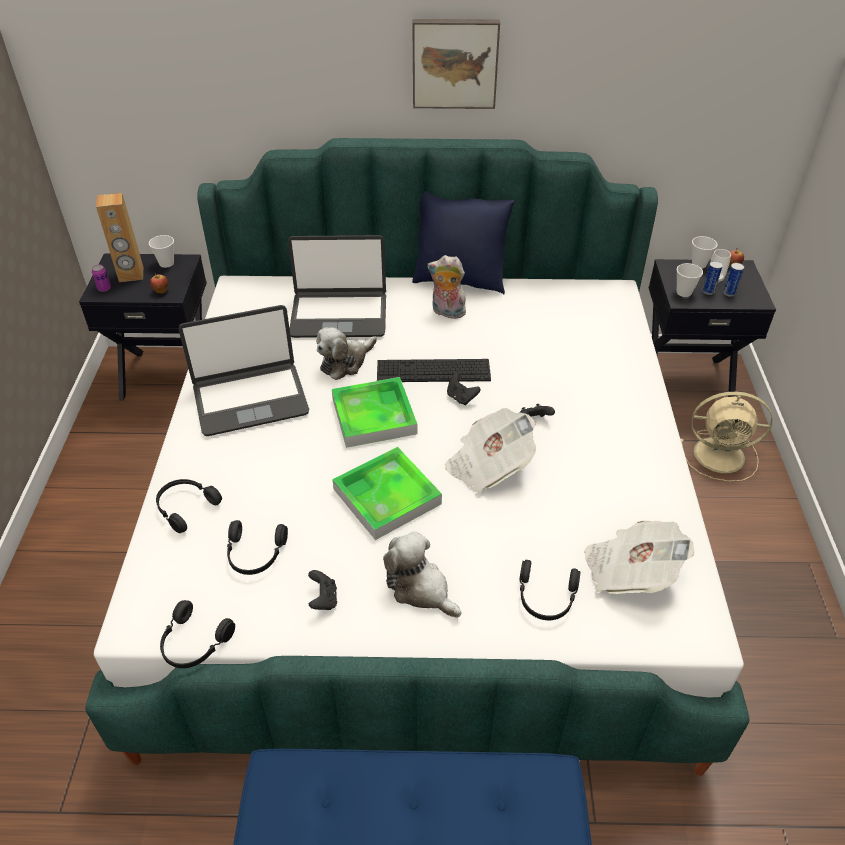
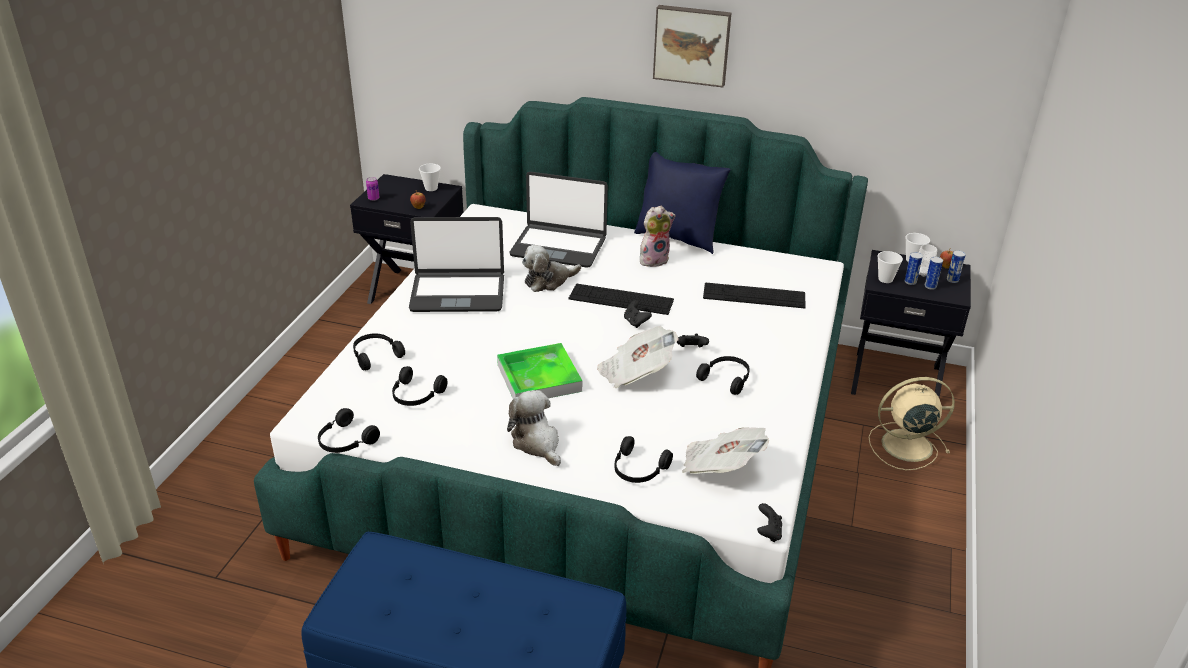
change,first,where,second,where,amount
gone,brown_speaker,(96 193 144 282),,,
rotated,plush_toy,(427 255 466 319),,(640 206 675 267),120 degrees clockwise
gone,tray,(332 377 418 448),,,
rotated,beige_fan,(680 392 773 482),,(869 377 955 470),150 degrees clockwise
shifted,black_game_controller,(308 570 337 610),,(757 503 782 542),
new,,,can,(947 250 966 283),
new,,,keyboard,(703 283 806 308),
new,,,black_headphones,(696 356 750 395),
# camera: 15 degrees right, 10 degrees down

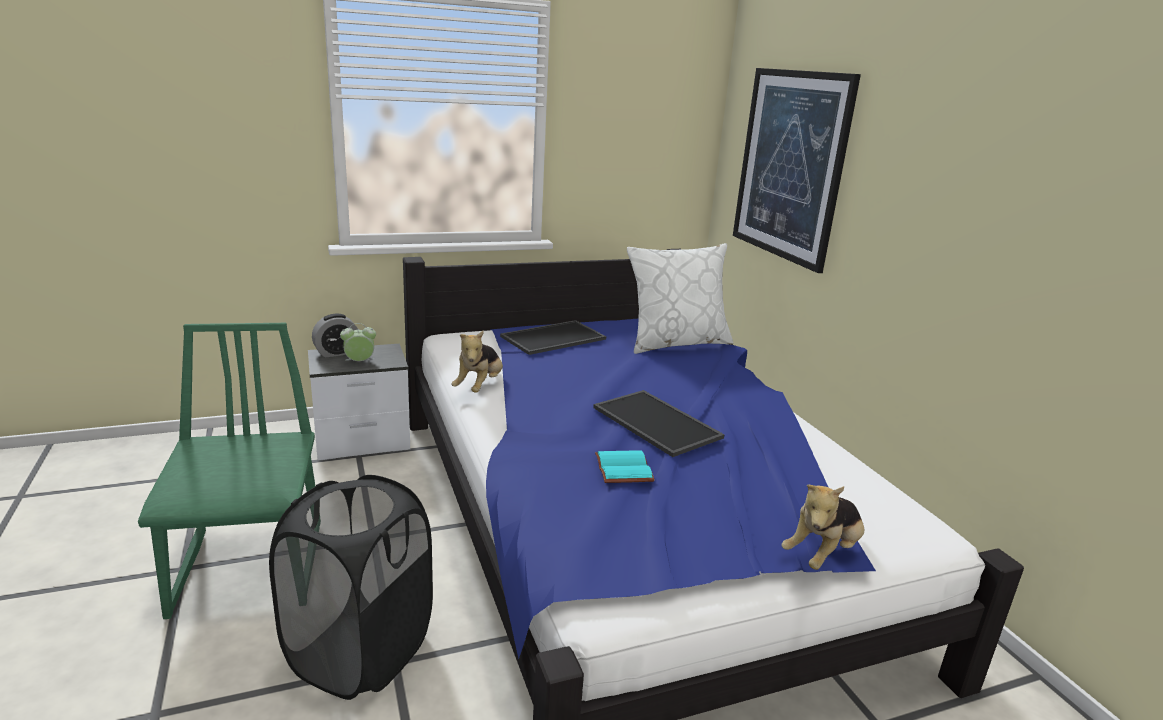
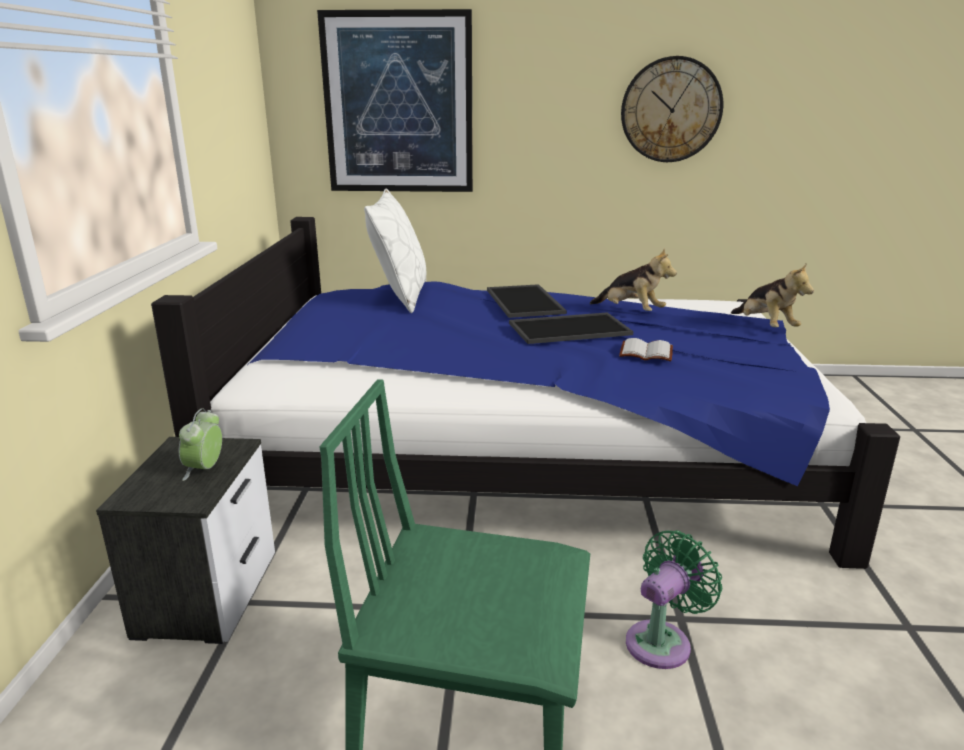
change,first,where,second,where,amount
gone,alarm_clock,(312 314 358 358),,,
shifted,tray,(500 320 606 355),,(487 284 567 318),
shifted,plush_toy,(451 331 503 393),,(590 248 677 311),
repainted,turquoise_book,(595 450 655 483),white_book,(619 338 673 361),
swapped,black_laundry_basket,(269 475 433 700),green_fan,(626 530 722 669),
new,,,wall_clock,(621 56 723 162),
# camera: 65 degrees left, 0 degrees up

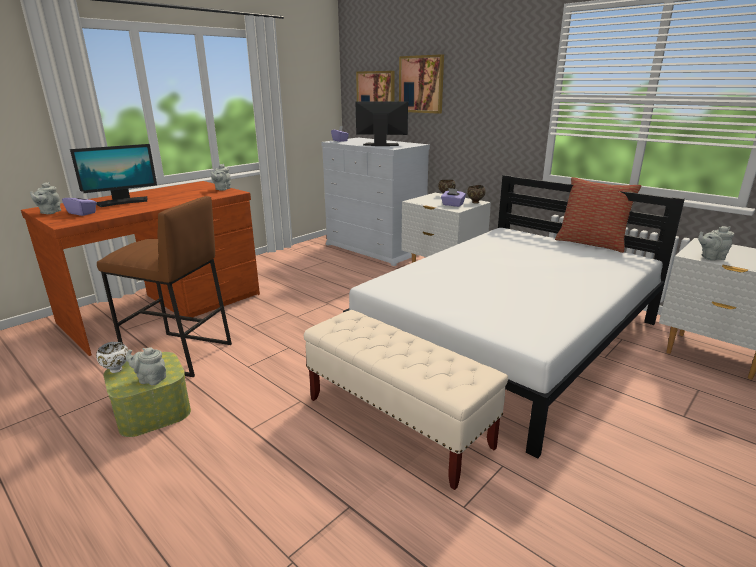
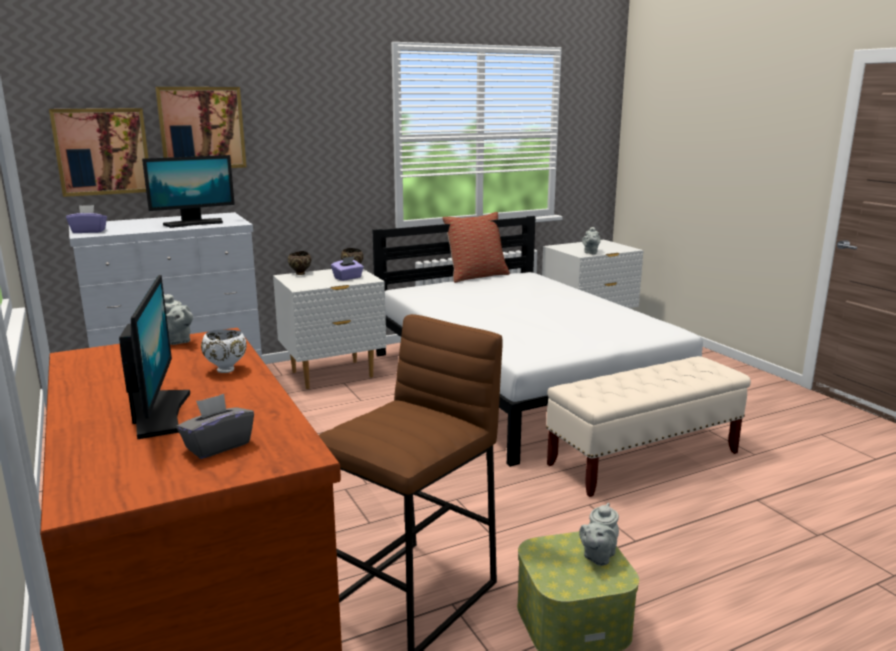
change,first,where,second,where,amount
rotated,monitor,(355 101 408 146),,(142 155 235 228),150 degrees counterclockwise
gone,grey_teapot,(30 182 61 214),,,
repainted,purple_tissue_box,(62 191 97 216),grey_tissue_box,(177 394 254 459),
shifted,white_bowl,(96 342 128 373),,(201 330 247 373),
# camera: 70 degrees left, 5 degrees down

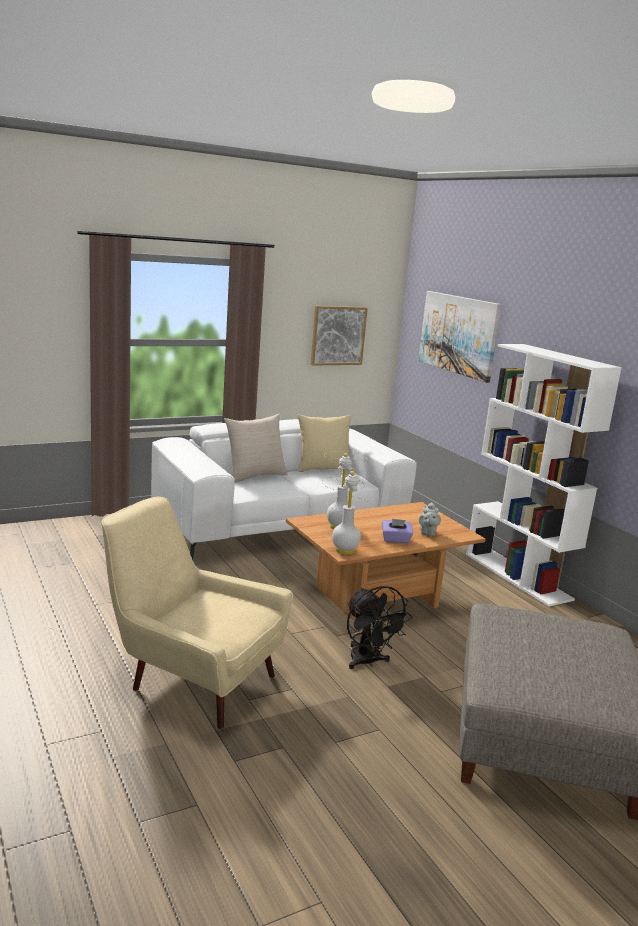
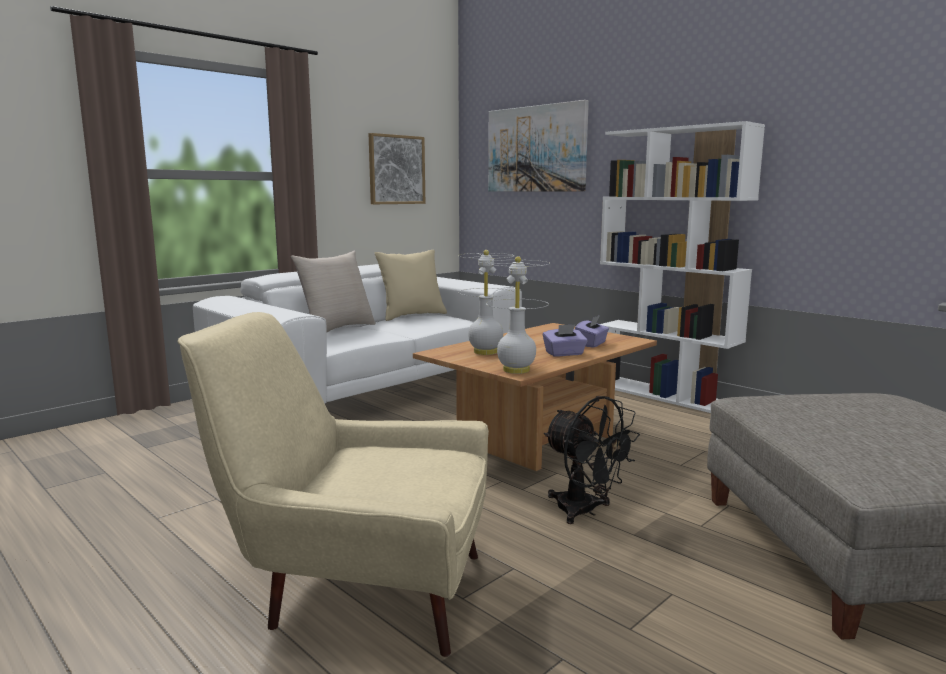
change,first,where,second,where,amount
swapped,grey_teapot,(419 502 441 537),purple_tissue_box,(575 315 609 348),
# camera: 15 degrees left, 5 degrees down

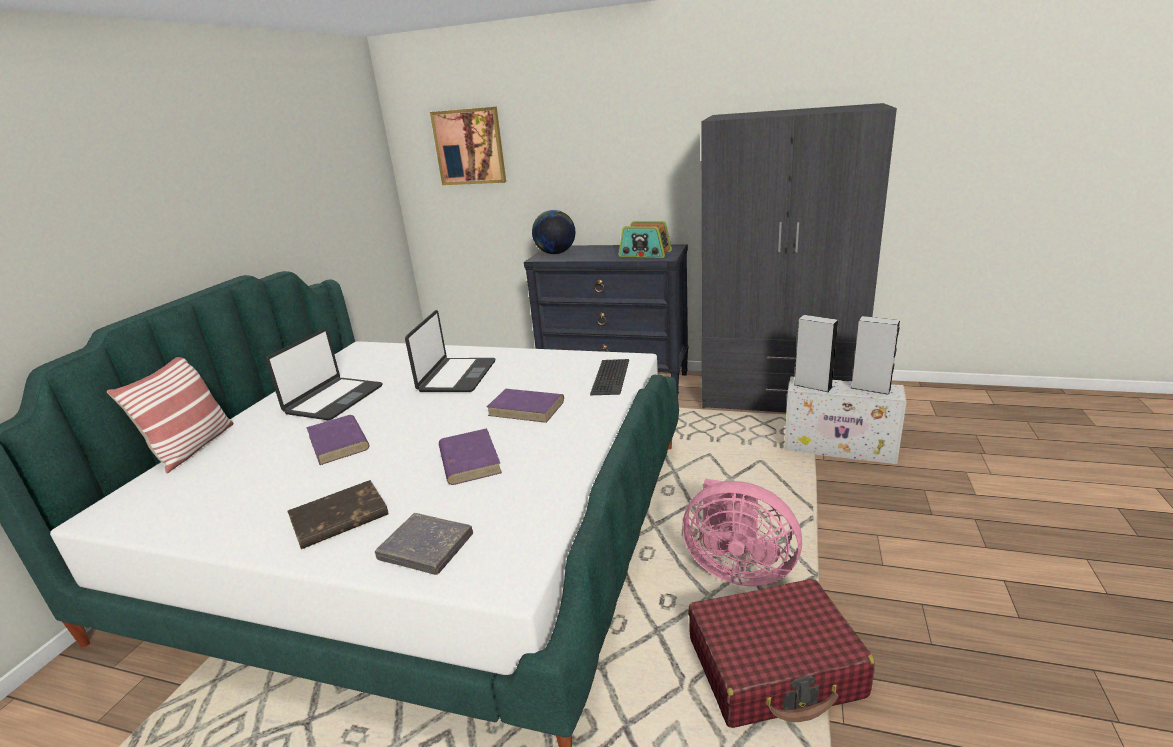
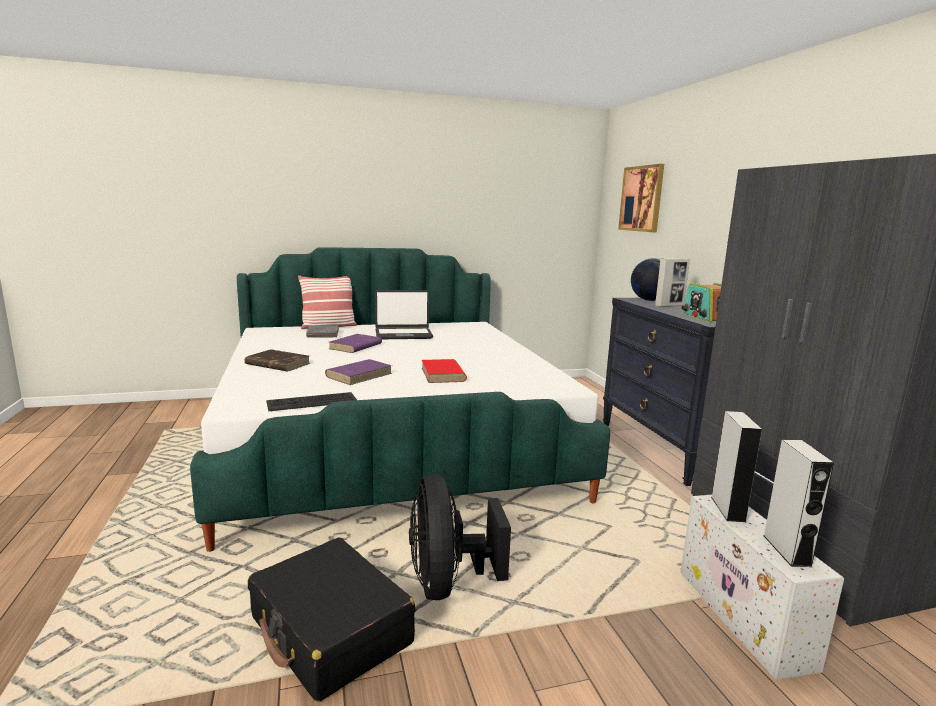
change,first,where,second,where,amount
gone,laptop,(405 310 496 392),,,
shifted,keyboard,(590 359 629 395),,(266 392 357 412),
repainted,purple_book,(487 389 564 423),red_book,(422 359 467 383),
repainted,pink_fan,(683 478 802 586),black_fan,(409 475 511 600),
shifted,grey_book,(375 513 473 575),,(306 325 339 338),
repainted,red_suitcase,(688 579 875 728),black_suitcase,(248 537 415 702),
new,,,picture_frame,(655 258 690 307),
# camera: 55 degrees right, 10 degrees down

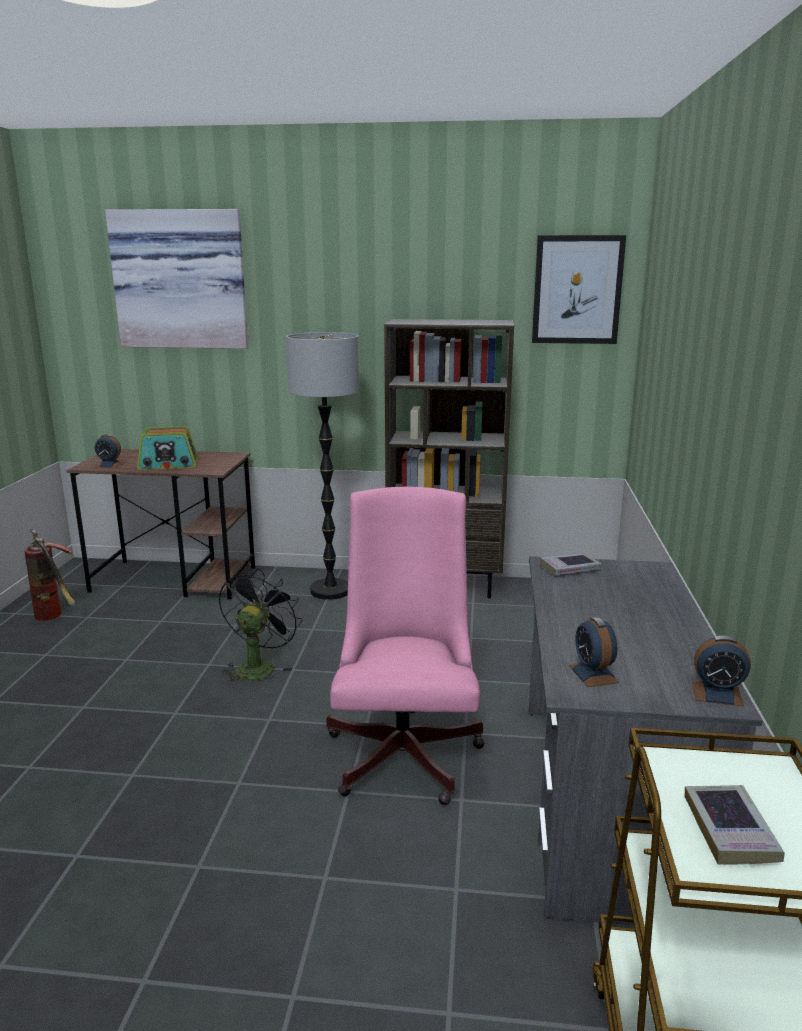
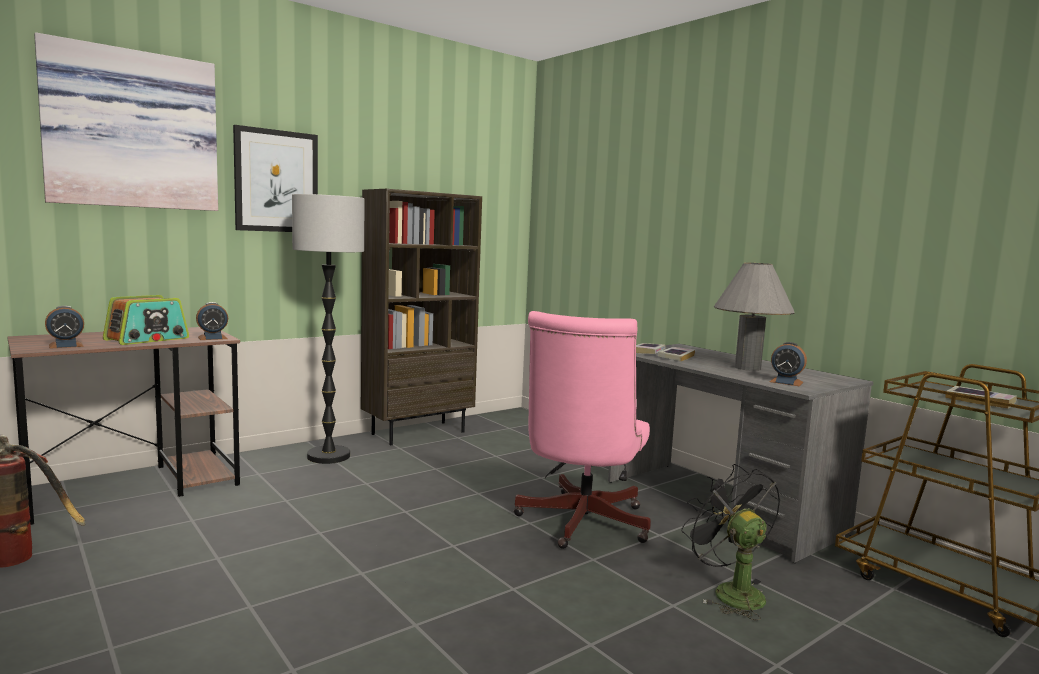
change,first,where,second,where,amount
shifted,picture,(532 235 626 344),,(233 125 318 232),
rotated,pink_office_chair,(326 487 485 805),,(514 311 651 549),120 degrees counterclockwise
shifted,black_fan,(219 568 302 685),,(681 464 781 620),
shifted,alarm_clock,(692 636 751 707),,(196 302 228 340),
new,,,grey_table_lamp,(714 263 795 371),
new,,,book,(658 347 695 362),
# camera: 45 degrees left, 10 degrees down

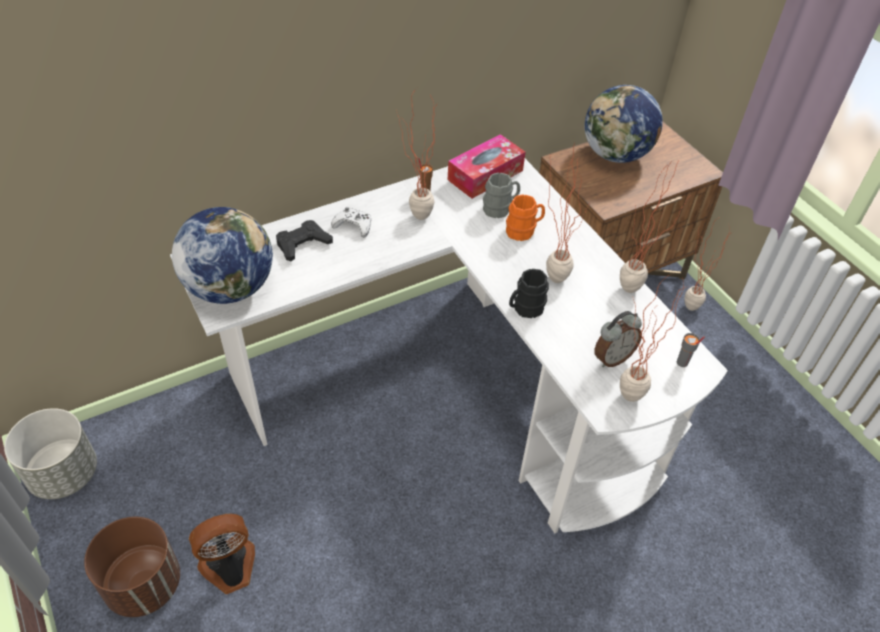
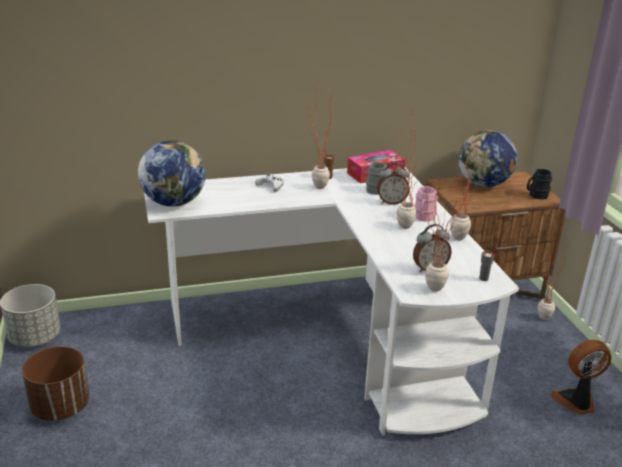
change,first,where,second,where,amount
swapped,orange_mug,(506 194 545 241),alarm_clock,(377 163 410 205),
gone,black_game_controller,(276 220 333 261),,,
shifted,black_mug,(509 269 549 318),,(527 169 552 199),
shifted,fan,(189 514 255 594),,(551 340 611 415),
new,,,pink_mug,(414 186 438 222),
# camera: 15 degrees right, 20 degrees down

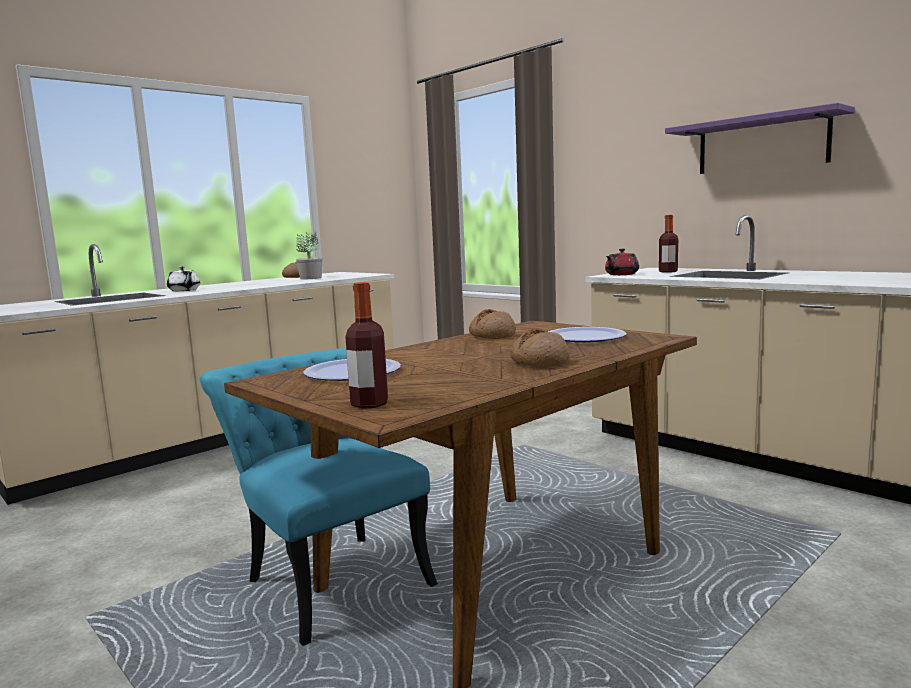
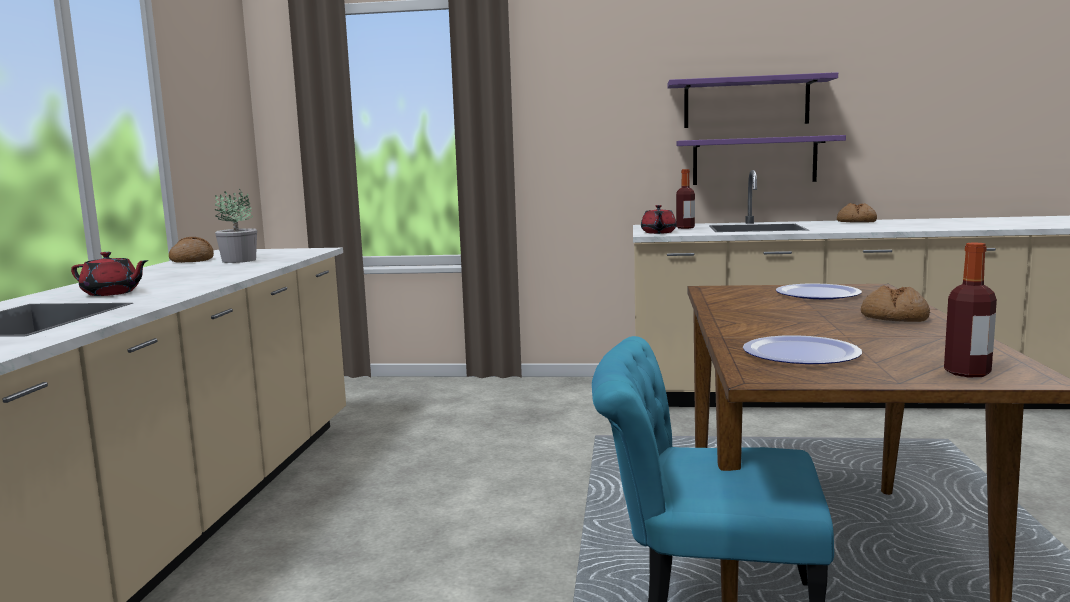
change,first,where,second,where,amount
repainted,white_teapot,(167 266 200 291),red_teapot,(71 252 149 296),
shifted,bread,(469 309 516 339),,(837 203 877 223),
new,,,purple_shelf,(676 135 846 185),
# camera: 40 degrees left, 0 degrees up

